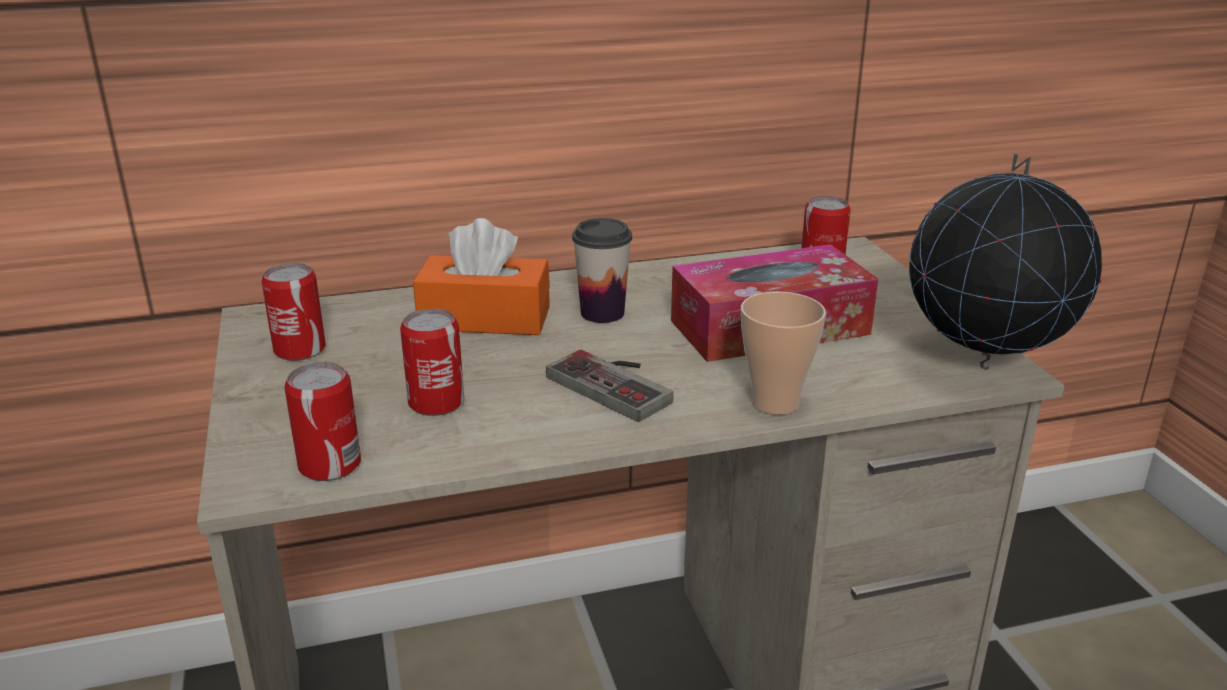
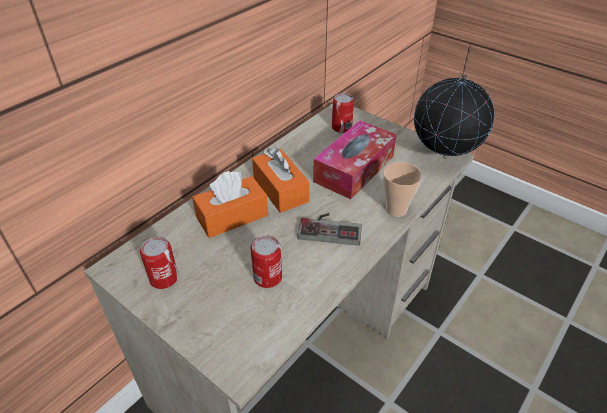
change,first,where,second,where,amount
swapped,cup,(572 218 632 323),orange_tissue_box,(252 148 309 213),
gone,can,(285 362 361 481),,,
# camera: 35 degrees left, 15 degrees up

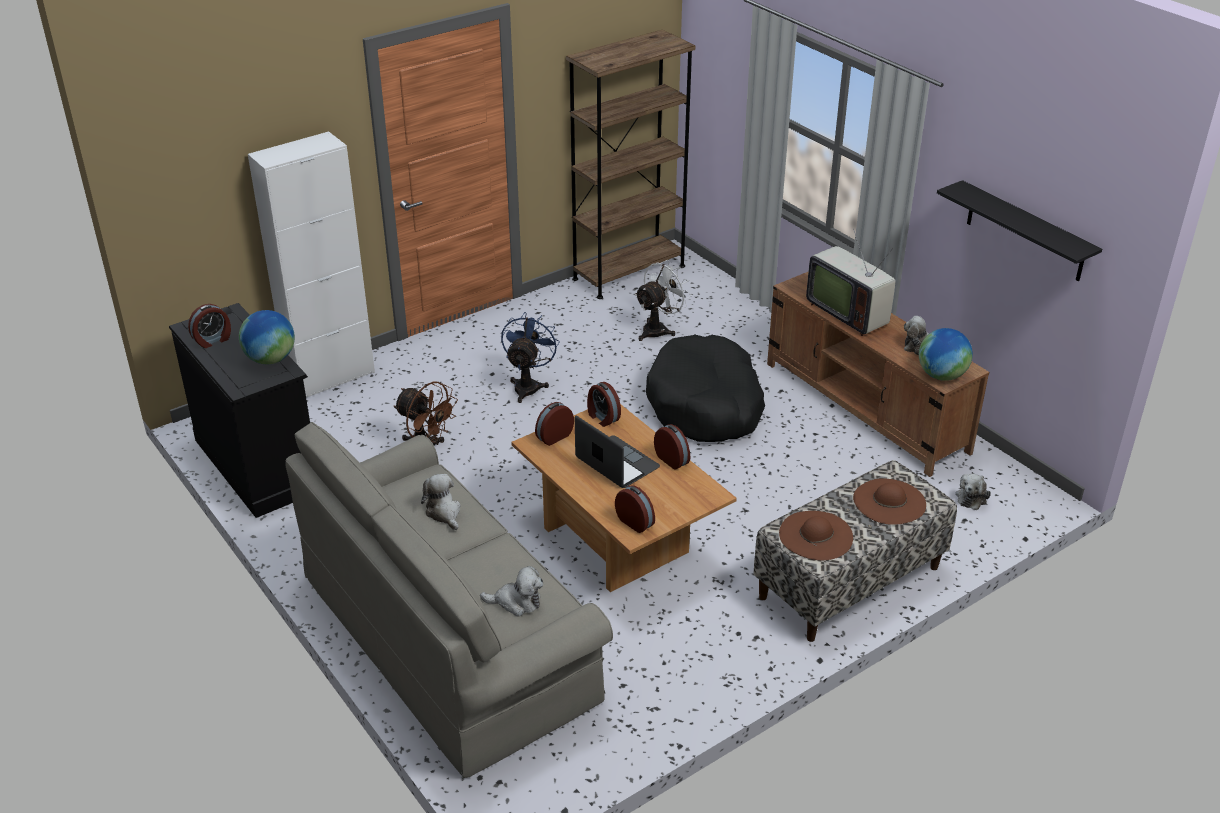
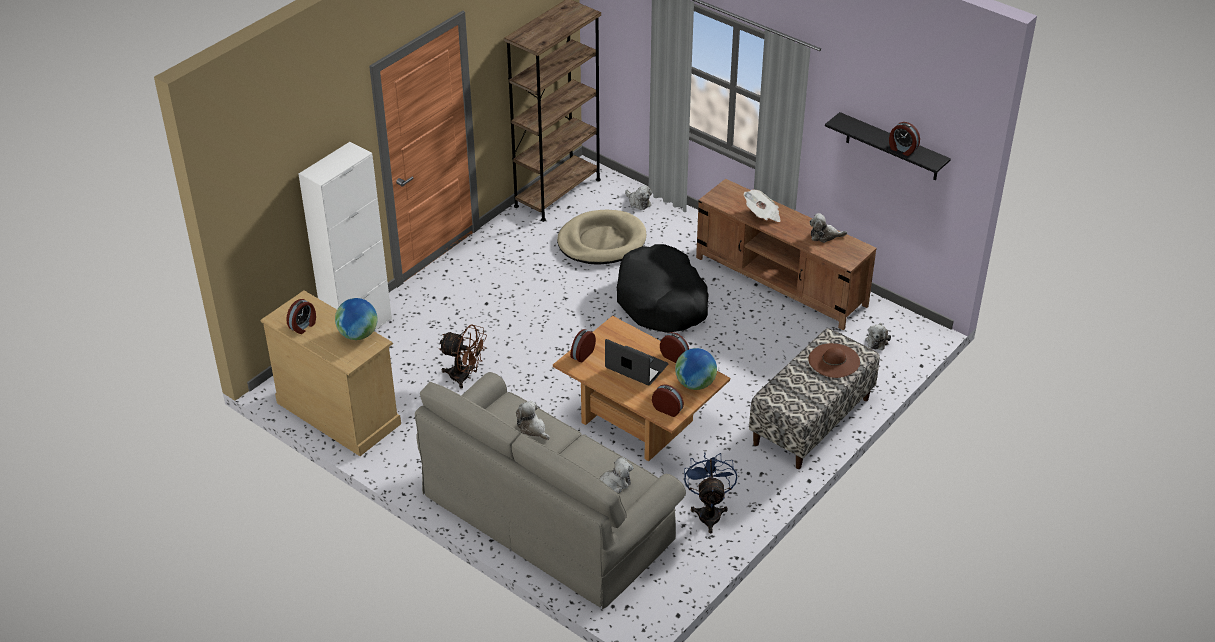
change,first,where,second,where,amount
swapped,television,(806 229 896 336),newspaper,(744 190 780 222),
swapped,white_fan,(635 260 692 341),beige_dog_bed,(557 210 646 265),
repainted,black_dresser,(169 303 310 518),beige_dresser,(261 290 401 456),
shifted,blue_fan,(501 312 560 403),,(684 452 737 533),
shifted,globe,(919 328 973 381),,(675 348 717 390),
shifted,alarm_clock,(587 382 621 427),,(889 122 920 156),
gone,brown_hat,(779 511 853 560),,,
new,,,plush_toy,(625 186 652 210),
# camera: 15 degrees left, 5 degrees up

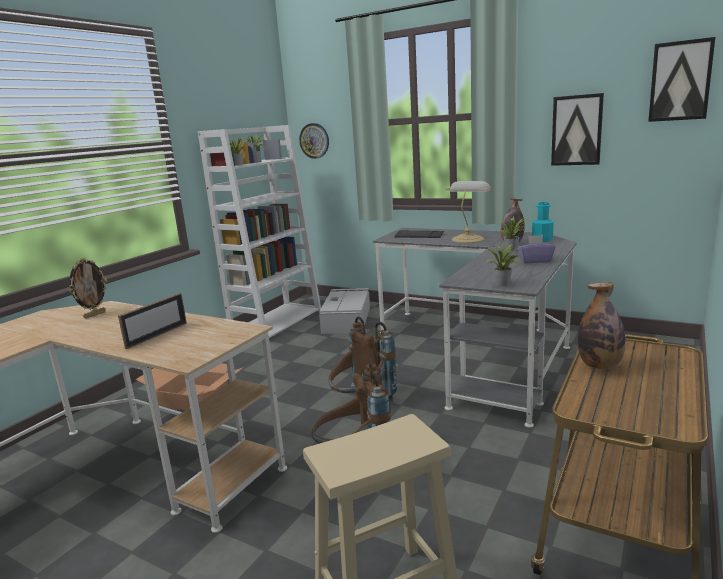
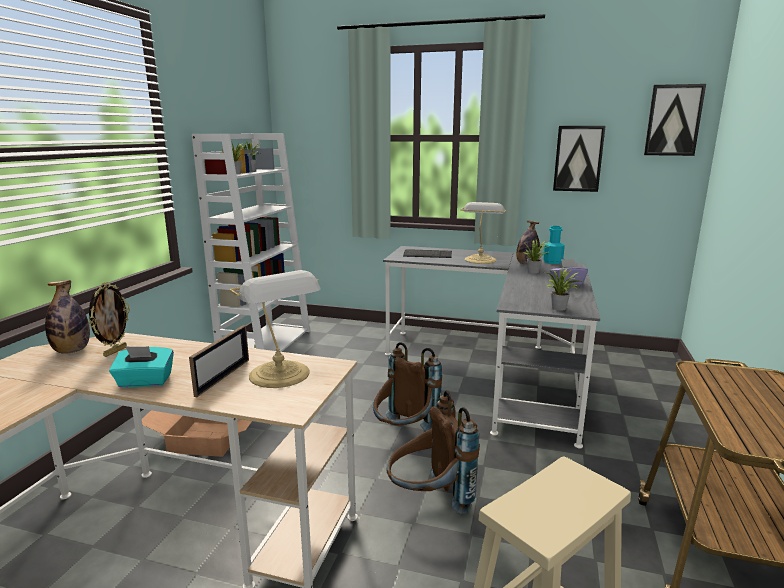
change,first,where,second,where,amount
gone,wall_clock,(299 123 329 159),,,
shifted,bottle,(578 282 626 369),,(45 280 90 354),
gone,grey_storage_box,(319 288 370 334),,,
new,,,table_lamp,(229 270 321 388),
new,,,turquoise_tissue_box,(109 346 174 388),
# camera: 15 degrees left, 0 degrees up

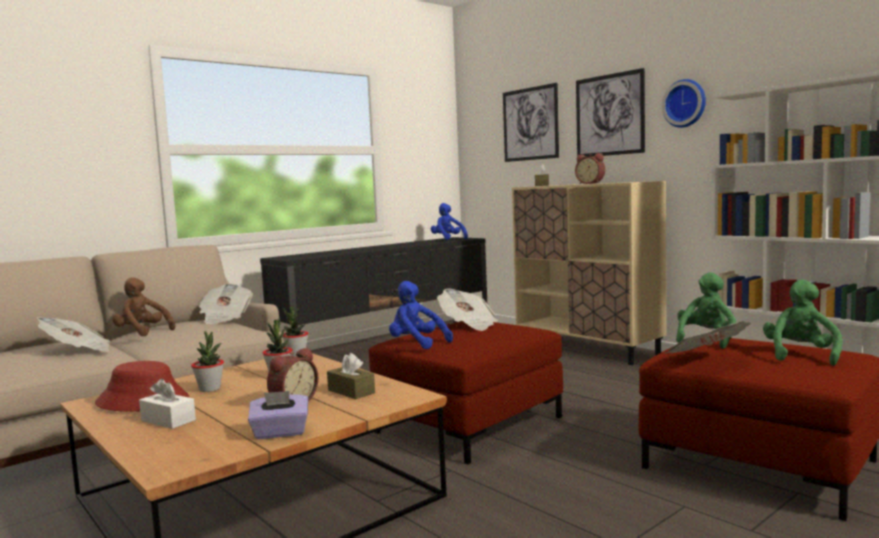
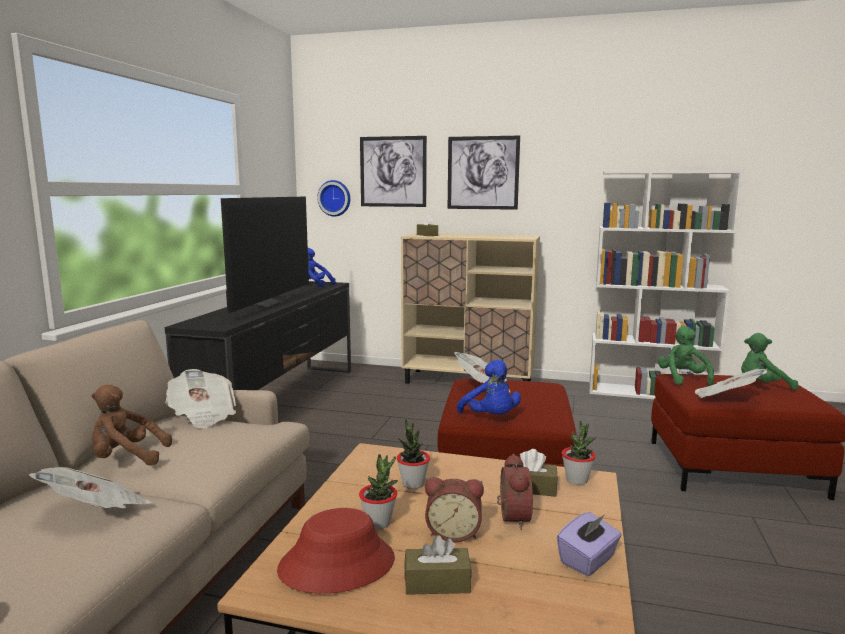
change,first,where,second,where,amount
shifted,wall_clock,(662 79 706 128),,(317 180 350 216),
shifted,alarm_clock,(575 153 605 184),,(425 477 484 543),
rotated,green_plush_toy,(763 279 843 366),,(741 333 798 390),75 degrees counterclockwise
rotated,blue_plush_toy,(389 281 453 349),,(457 360 521 415),120 degrees counterclockwise
shifted,potted_plant,(282 306 309 357),,(562 421 596 485),
repainted,white_tissue_box,(139 378 196 429),brown_tissue_box,(405 535 472 595),
new,,,television,(221 197 309 313),
# camera: 35 degrees left, 5 degrees up

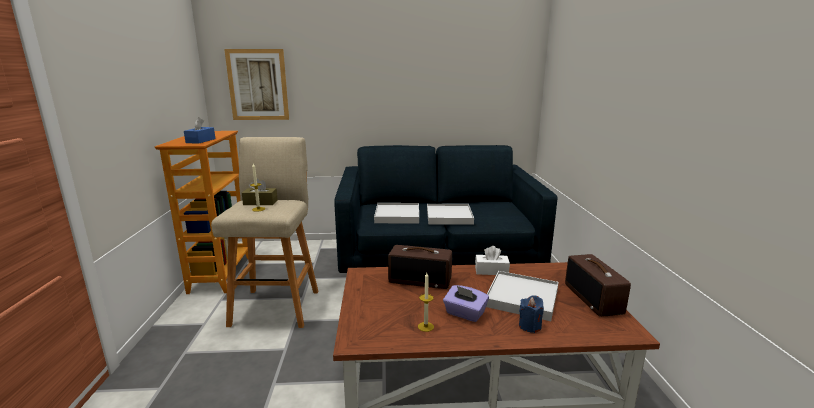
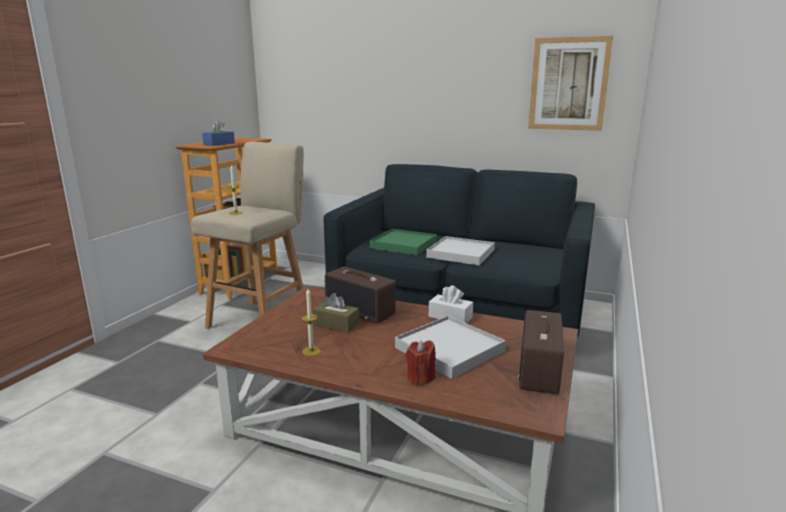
change,first,where,second,where,amount
shifted,picture,(224 49 289 120),,(528 36 613 131),
shifted,brown_tissue_box,(242 178 278 205),,(313 293 359 333),
repainted,white_tray,(374 203 419 224),green_tray,(370 229 437 255),
gone,purple_tissue_box,(443 285 489 322),,,
repainted,blue_candle,(519 295 544 333),red_candle,(406 340 435 385),
# camera: 25 degrees right, 0 degrees up

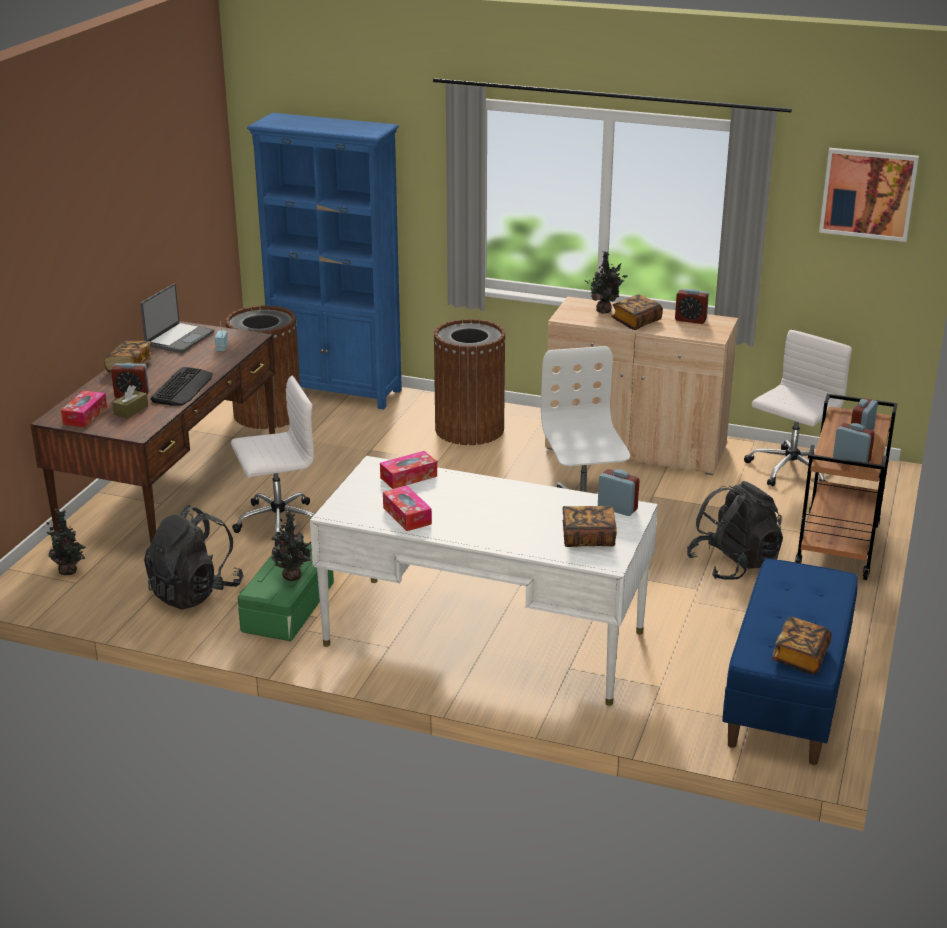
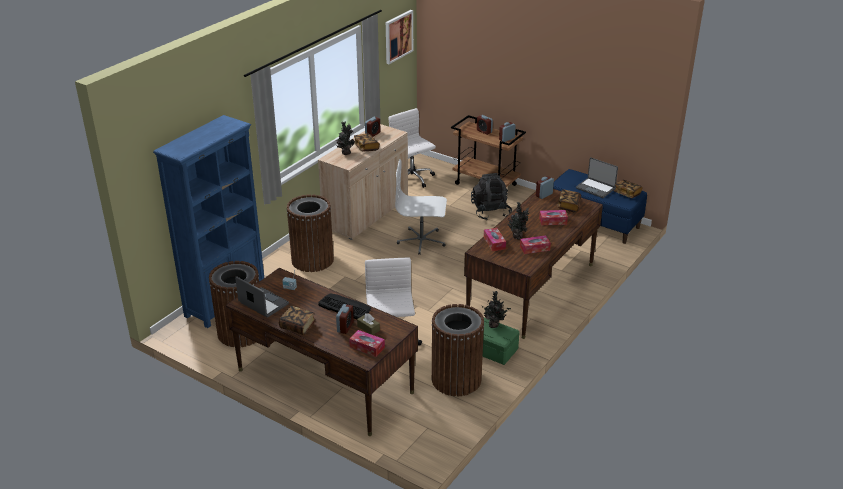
change,first,where,second,where,amount
repainted,white_desk,(310 456 658 706),brown_desk,(464 189 603 339),
swapped,black_backpack,(144 505 243 610),brown_trash_can,(432 304 484 396),
shifted,potted_plant,(46 508 85 575),,(507 202 529 239),
new,,,laptop,(576 157 618 198),
new,,,tissue_box,(539 210 568 225),
# camera: 75 degrees left, 5 degrees up

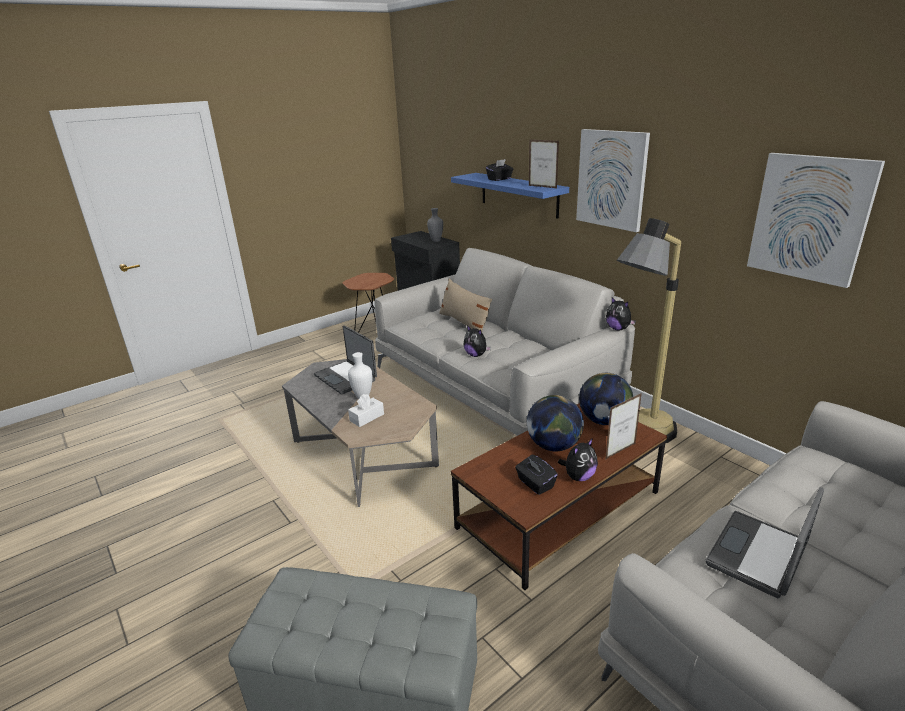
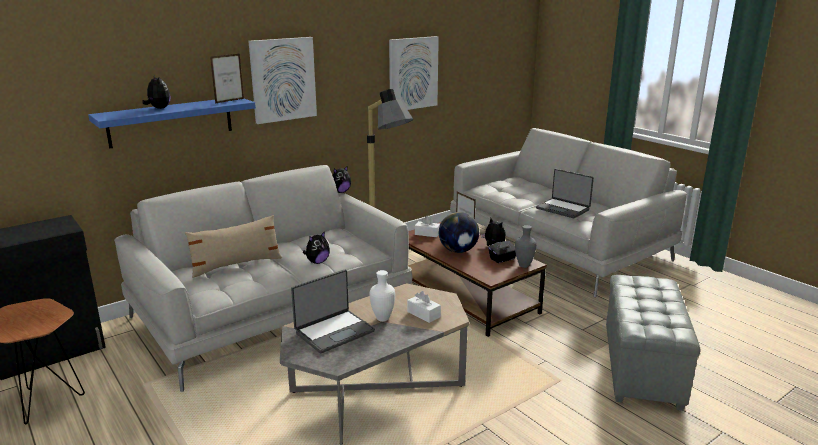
change,first,where,second,where,amount
swapped,black_tissue_box,(486 159 513 181),plush_toy,(142 74 170 109),
shifted,grey_vase,(427 208 443 242),,(515 225 537 268),
swapped,globe,(579 373 633 425),white_tissue_box,(415 216 440 237),
# camera: 90 degrees left, 5 degrees down

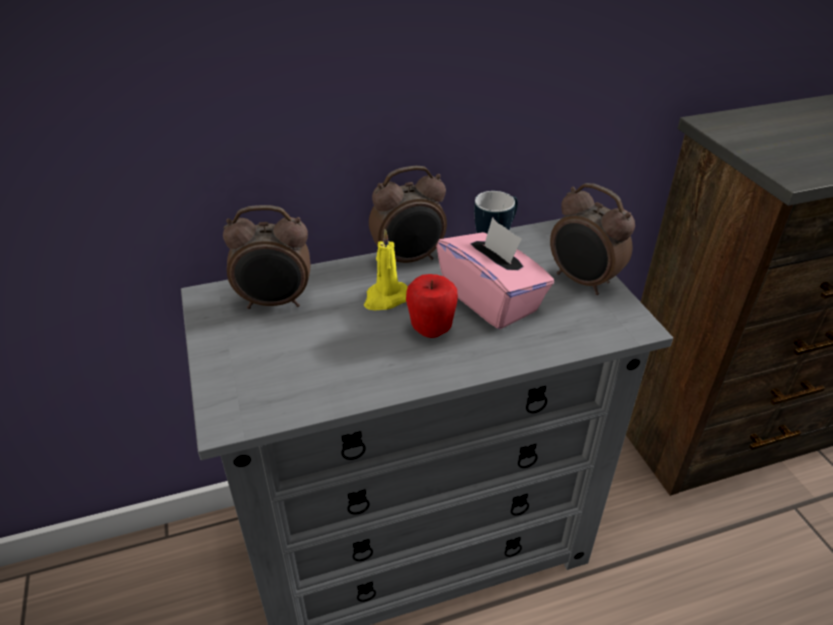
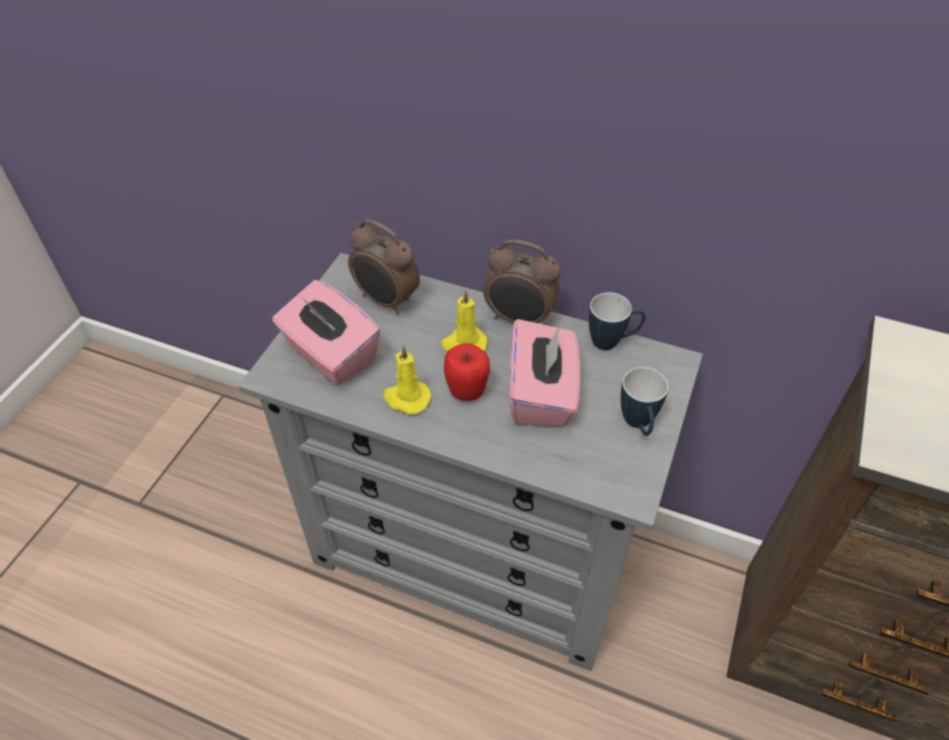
change,first,where,second,where,amount
swapped,alarm_clock,(550 183 635 295),mug,(621 367 668 436),
new,,,pink_tissue_box,(272 280 381 386),
new,,,yellow_candle,(383 345 432 415),
# camera: 40 degrees right, 10 degrees up

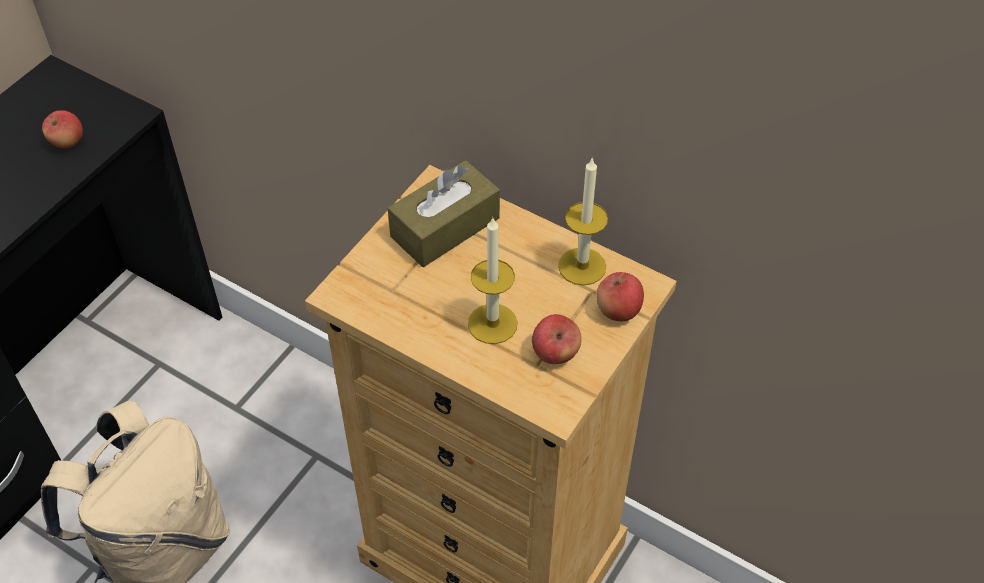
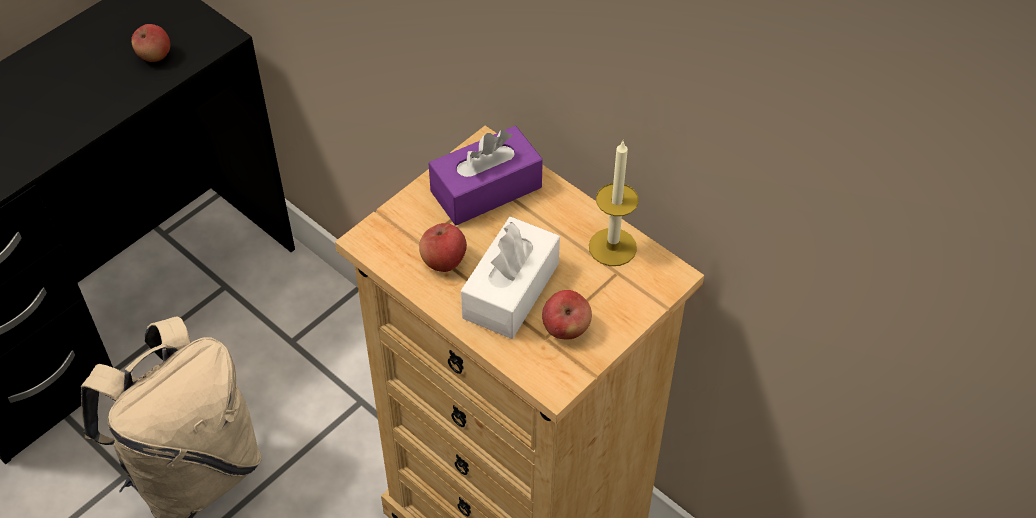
change,first,where,second,where,amount
repainted,brown_tissue_box,(388 160 500 267),purple_tissue_box,(428 126 543 225),
swapped,candle,(468 218 518 344),white_tissue_box,(461 217 560 339),
shifted,apple,(596 272 644 321),,(419 223 467 272),
# camera: 10 degrees right, 0 degrees up

